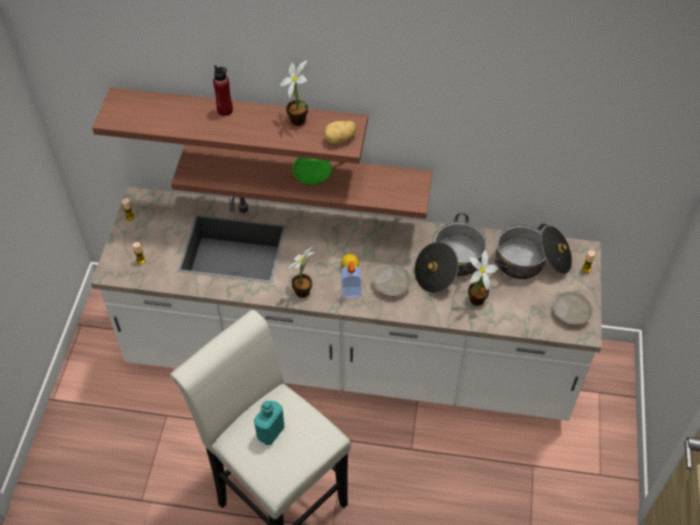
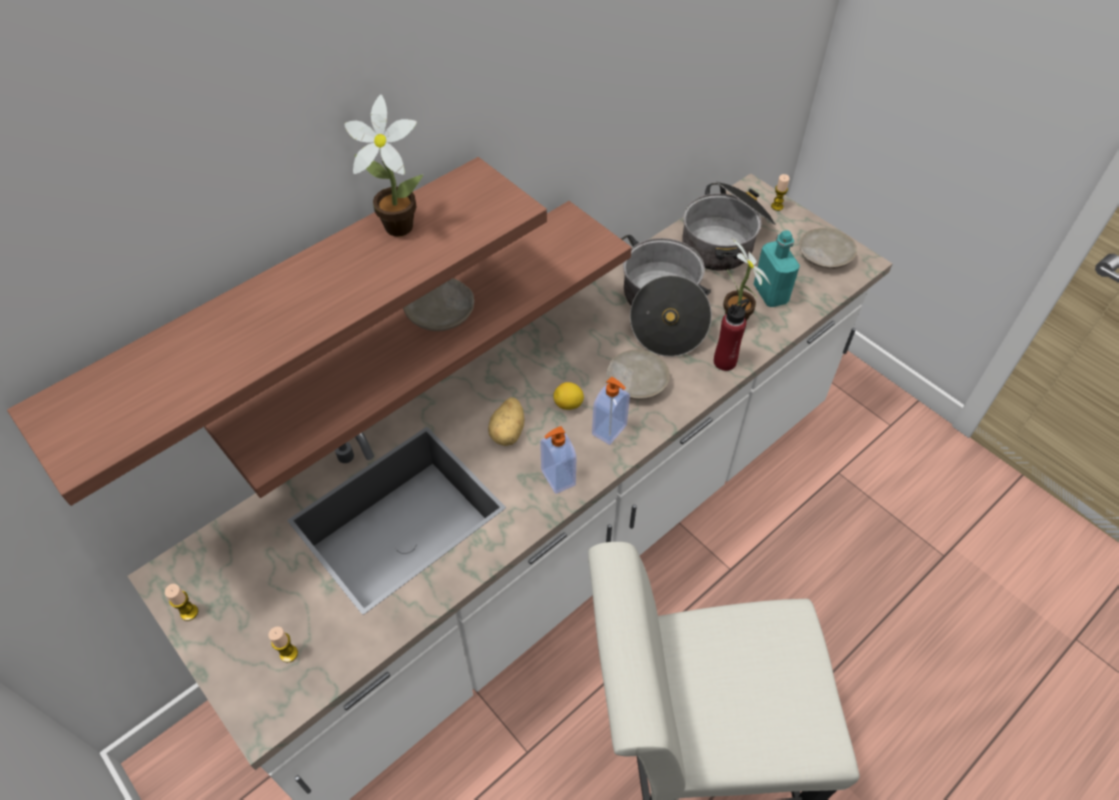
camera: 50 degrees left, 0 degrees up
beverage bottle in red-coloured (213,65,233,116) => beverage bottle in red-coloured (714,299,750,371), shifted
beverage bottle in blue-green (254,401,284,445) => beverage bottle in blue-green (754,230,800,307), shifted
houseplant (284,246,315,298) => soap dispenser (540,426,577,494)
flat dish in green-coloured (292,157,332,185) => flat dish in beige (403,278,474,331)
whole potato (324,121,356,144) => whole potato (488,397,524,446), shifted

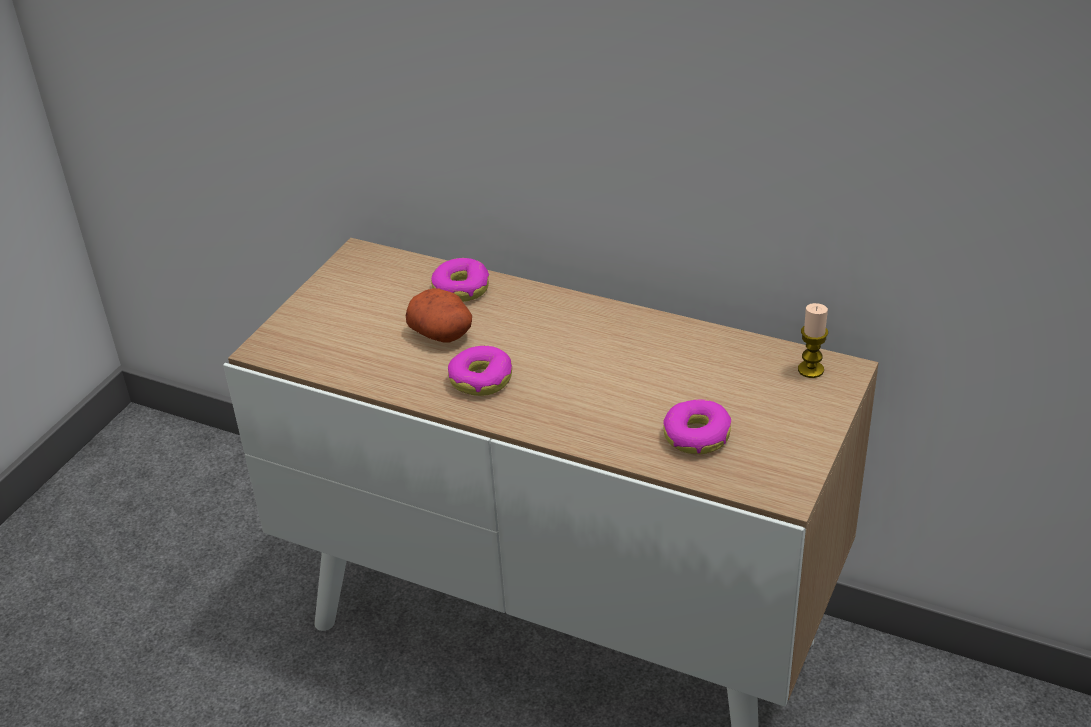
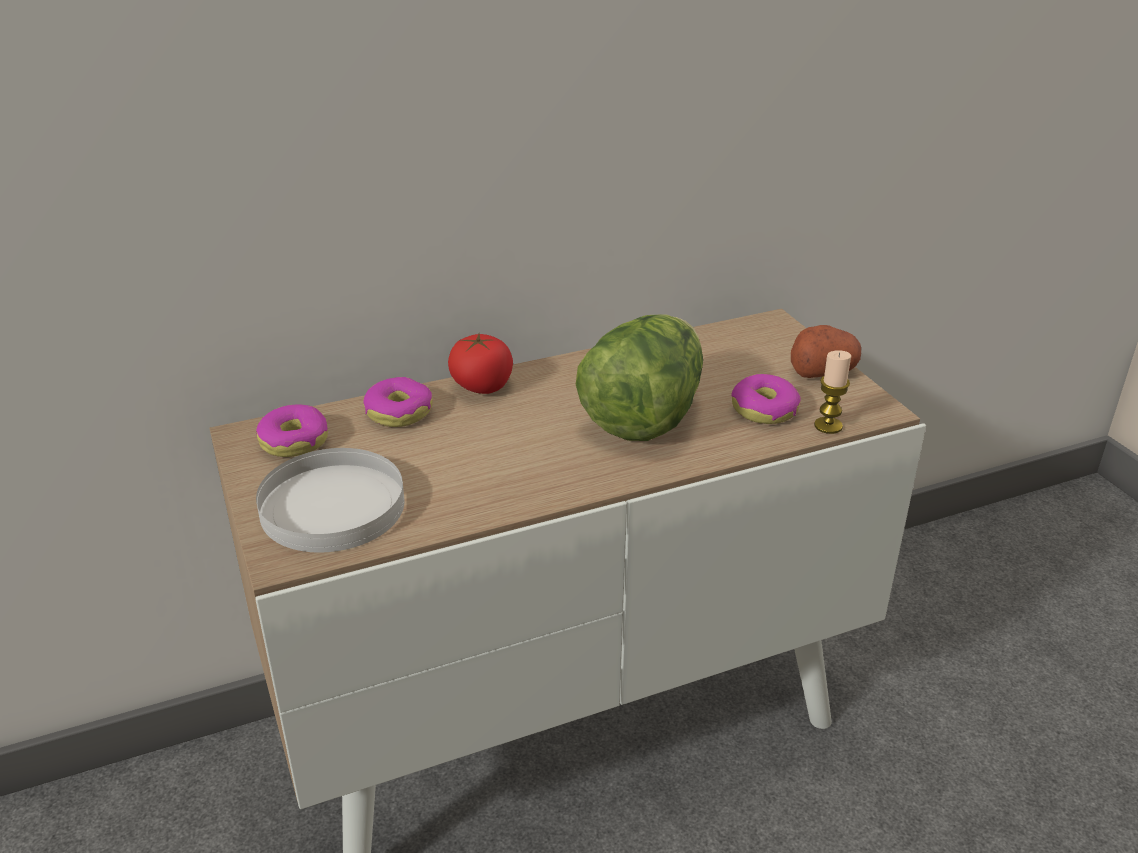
camera: 50 degrees left, 5 degrees down
whole potato (406,288,472,342) => whole potato (791,325,861,378), shifted
donut (448,346,512,396) => donut (256,404,328,457), shifted
candle (798,303,828,378) => candle (814,350,851,434), shifted
nothing => flat dish in whitish (256,448,404,552)
nothing => fresh tomato (448,333,513,394)
nothing => lettuce head (576,314,703,441)

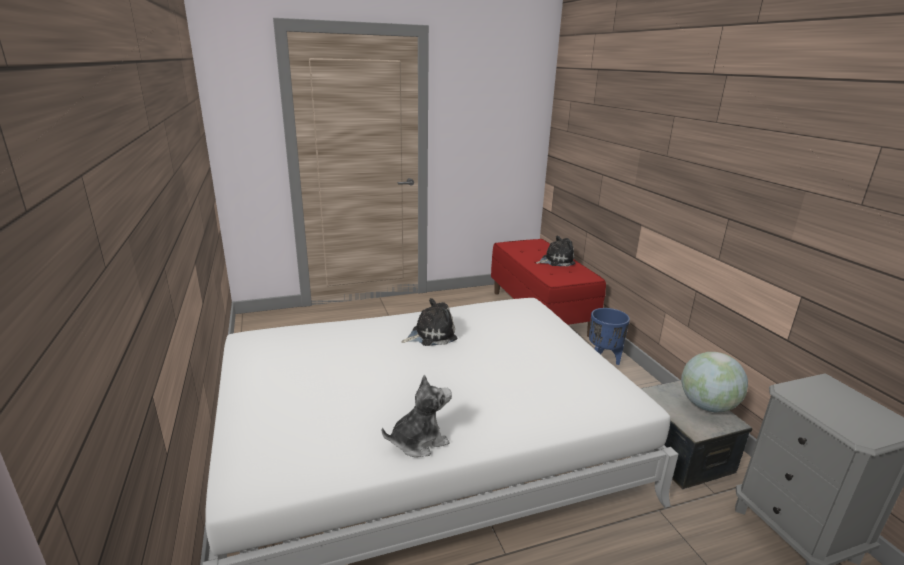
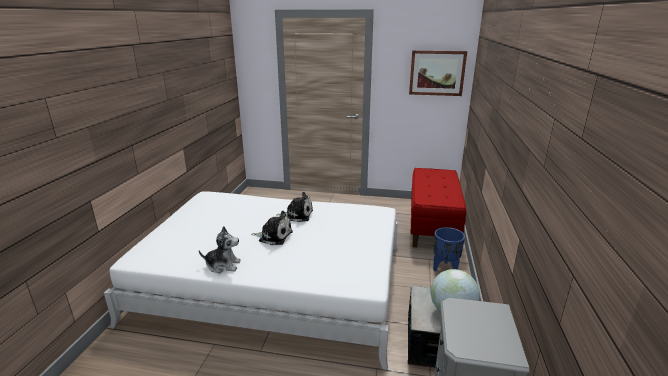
camera: 30 degrees right, 0 degrees up
cuddly toy (536,236,576,267) => cuddly toy (251,211,293,245), shifted
nothing => wall picture (409,50,467,96)

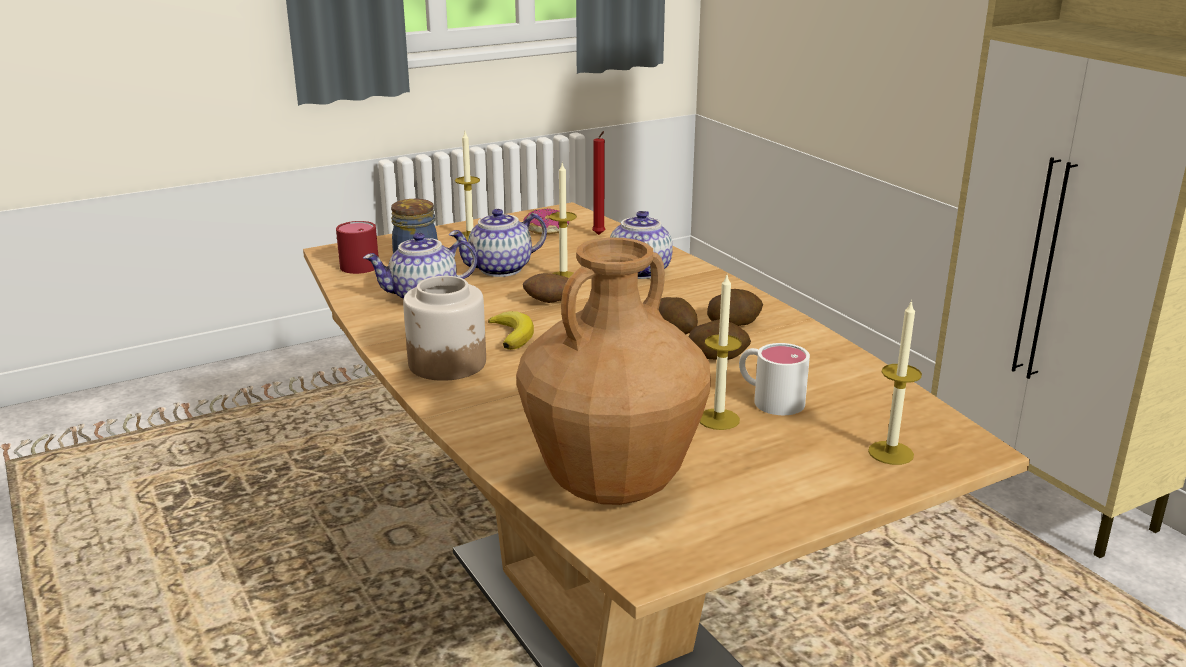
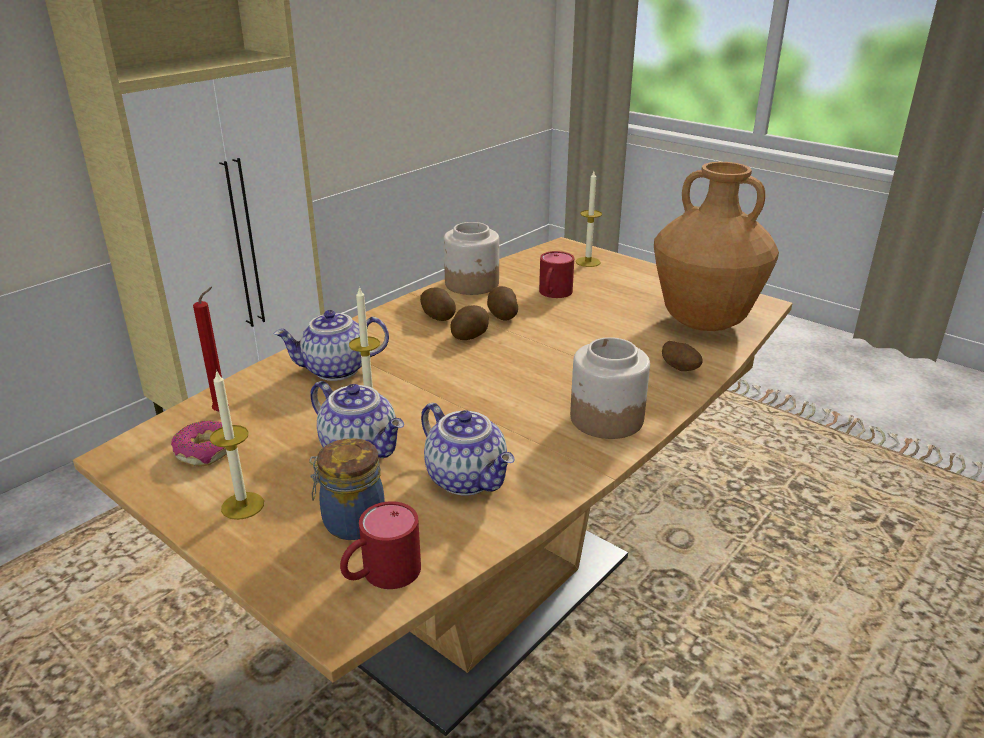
camera: 110 degrees left, 5 degrees up
banana fruit (488,311,534,350) => nothing
whole potato (523,273,569,303) => whole potato (662,341,703,371), shifted
candle (700,275,741,430) => nothing
tea mug in whitish (739,343,810,415) => tea mug in red-coloured (539,251,574,298)
nothing => preserve jar (444,222,499,295)

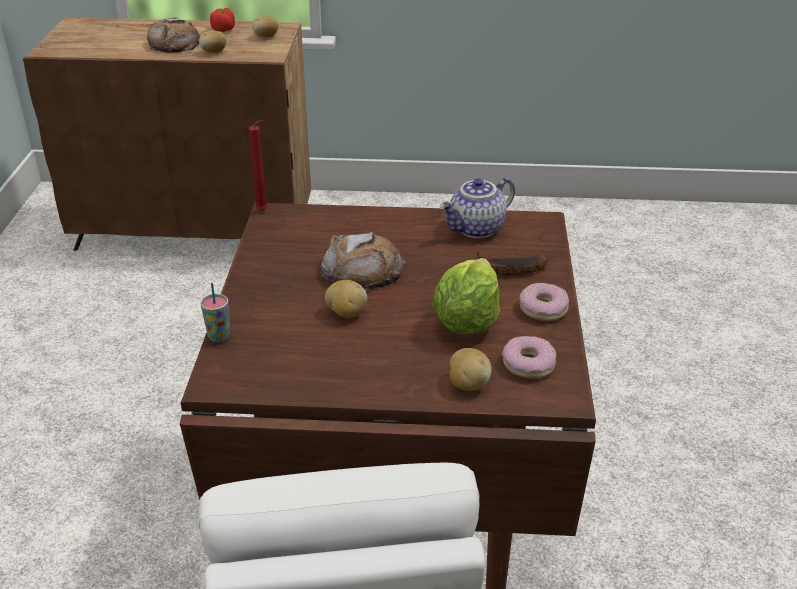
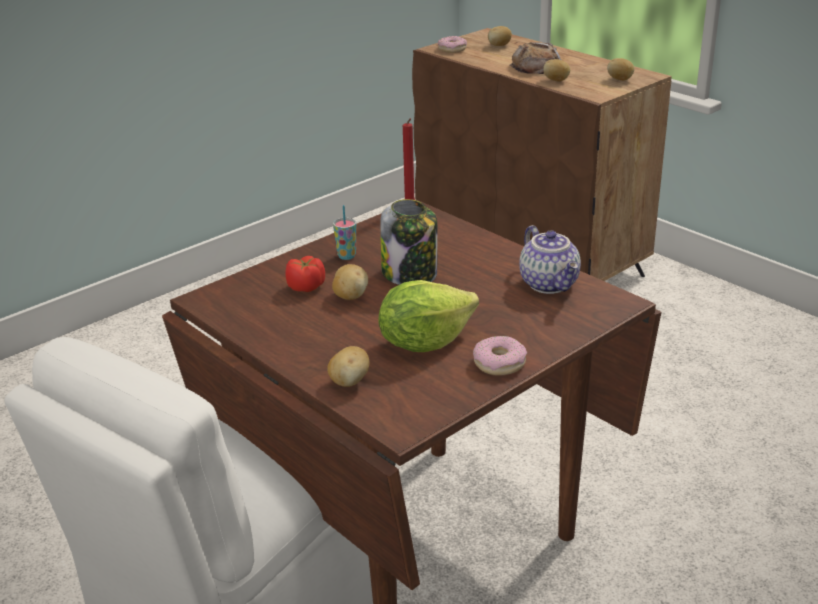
camera: 45 degrees right, 5 degrees down
drinking cup (201,283,230,343) => drinking cup (333,205,356,260), shifted
fresh tomato (210,8,235,32) => fresh tomato (286,256,325,292), shifted
bread (320,232,406,292) => preserve jar (380,199,438,285)
pot for tea (440,178,515,238) => pot for tea (519,225,581,294), 120 degrees counterclockwise
banana fruit (477,251,549,275) => nothing
donut (502,336,556,379) => donut (438,36,467,53), shifted
nothing => whole potato (488,26,512,46)

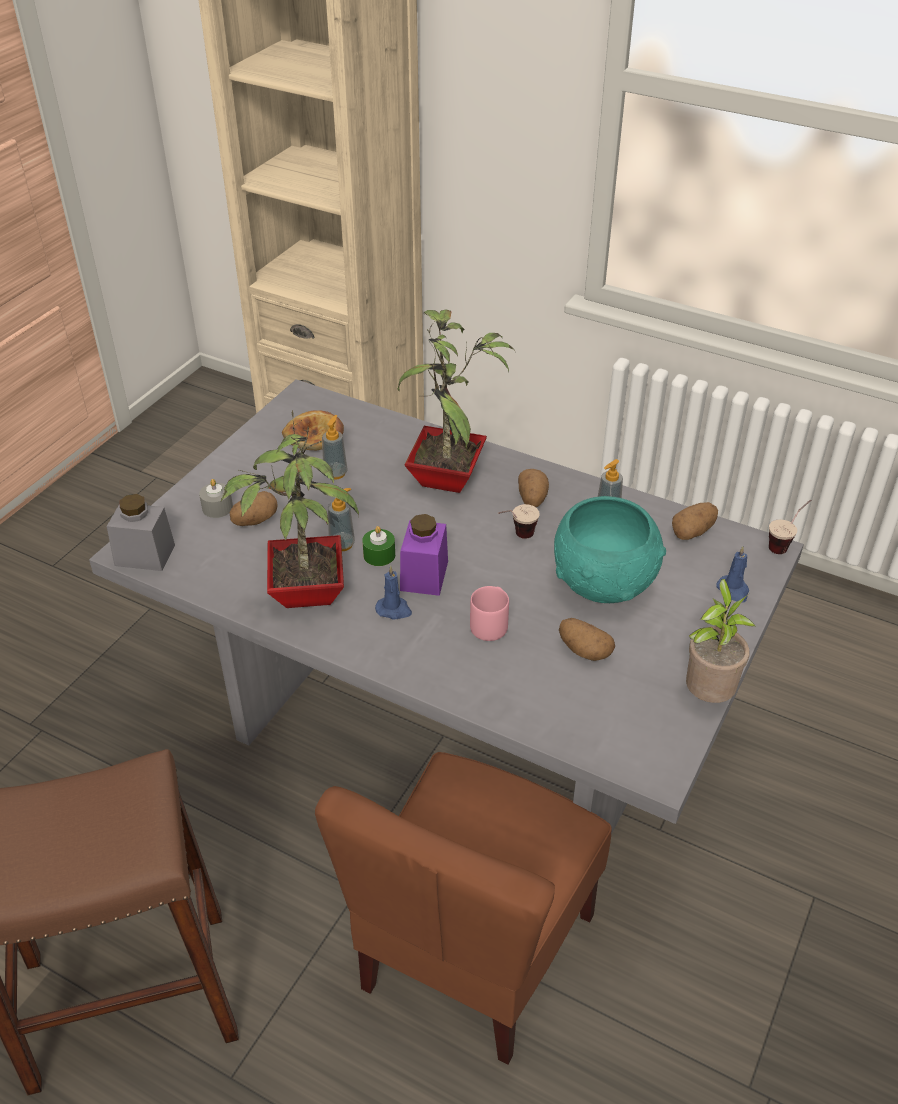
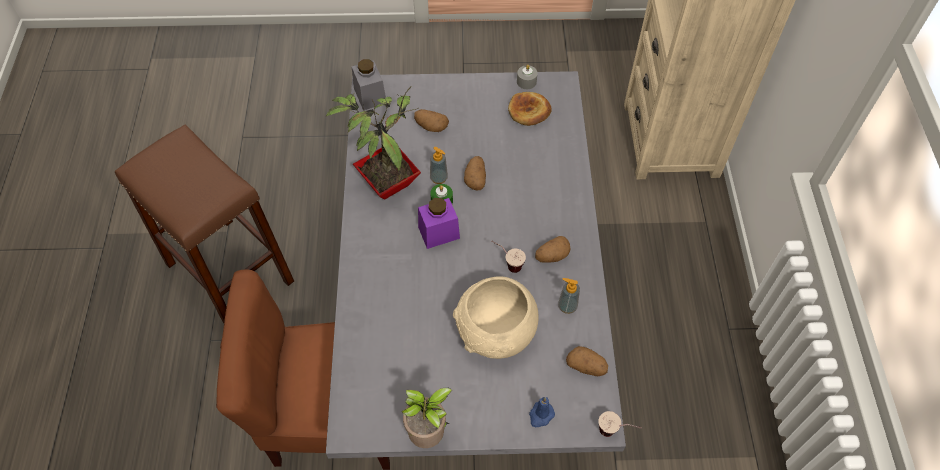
camera: 60 degrees right, 15 degrees up
candle in gray (199,479,233,518) => candle in gray (517,65,538,89), shifted
soap dispenser (322,415,348,480) => nothing
candle in blue (375,566,412,620) => nothing
houseplant (398,309,515,493) => nothing
tea mug in pink-coloured (470,586,509,641) => nothing
serving bowl in blue-green (554,496,666,603) => serving bowl in beige (453,276,539,359)
whole potato (559,618,615,661) => whole potato (464,156,486,191), shifted

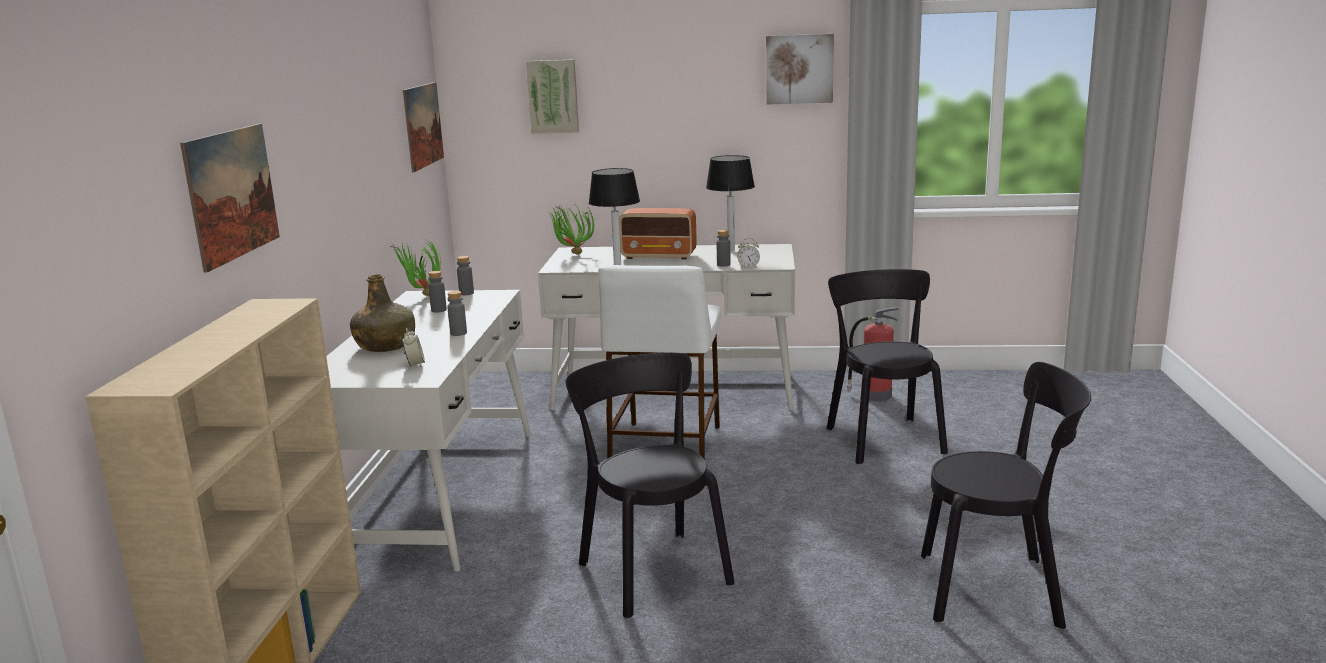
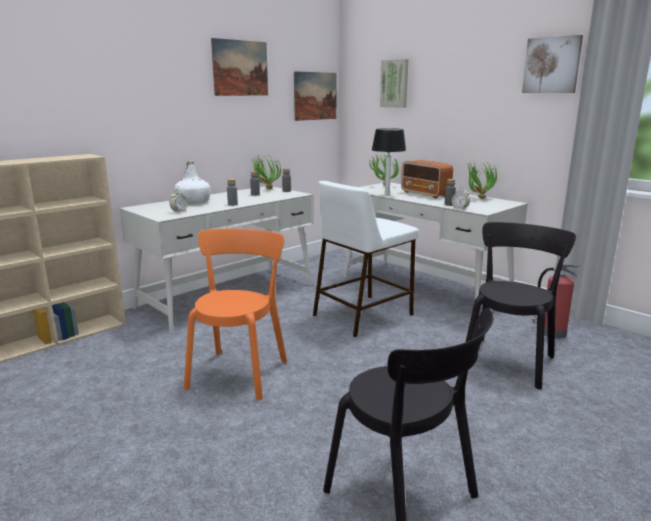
camera: 40 degrees right, 0 degrees up
wall picture (180,124,280,273) => wall picture (211,38,268,96), shifted
beverage bottle in green-coloured (350,274,415,352) => beverage bottle in whitish (174,161,211,204)
chair in black (566,353,735,618) => chair in orange (184,229,287,400)
tabletop lamp (706,155,755,251) => houseplant (467,161,497,199)

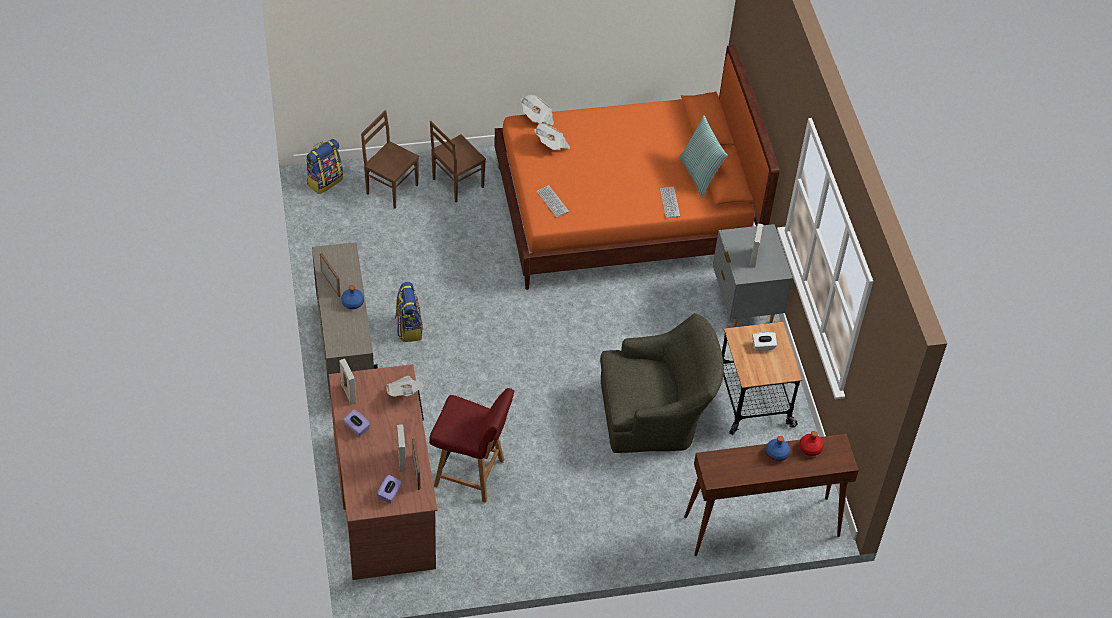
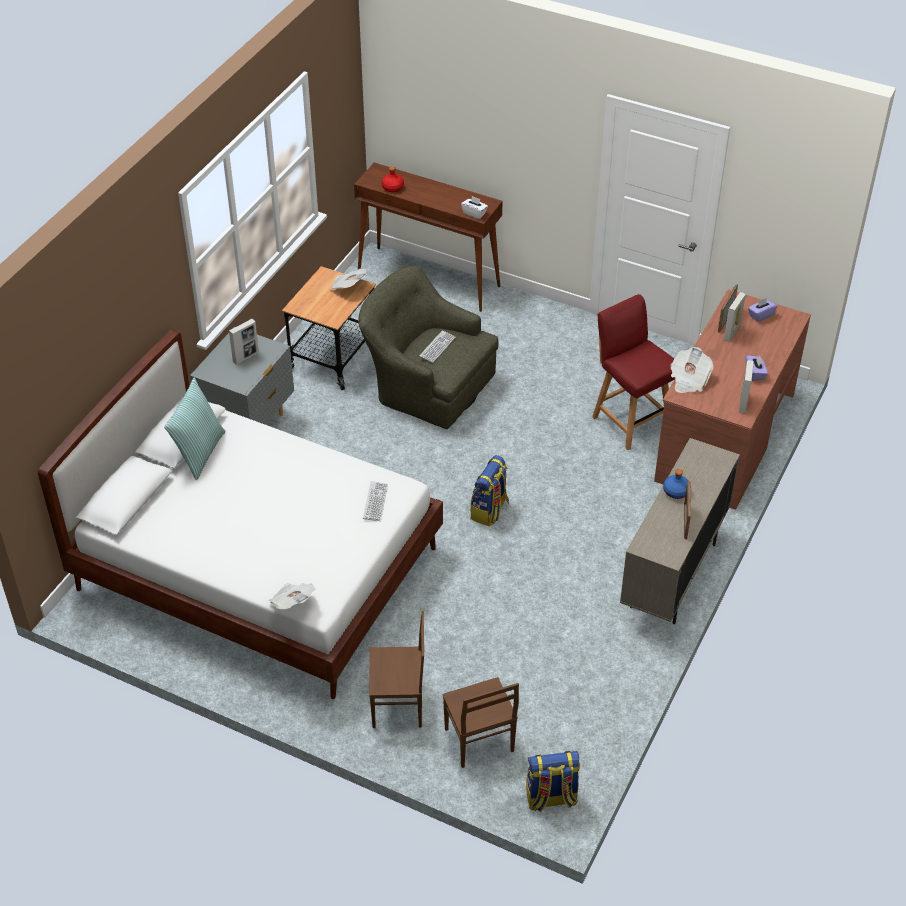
camera: 140 degrees left, 5 degrees down
backpack (395,282,423,342) => backpack (470,455,509,526), shifted
bedroom bed in orange (494,45,780,290) => bedroom bed in whitish (38,330,443,699)
newspaper (534,123,570,151) => newspaper (330,269,367,289), shifted
keyboard (660,187,680,218) => keyboard (419,330,455,363), shifted
tissue holder in whitish (752,332,777,351) => tissue holder in whitish (461,196,488,219), shifted
beverage bottle in blue (766,436,790,461) => nothing

